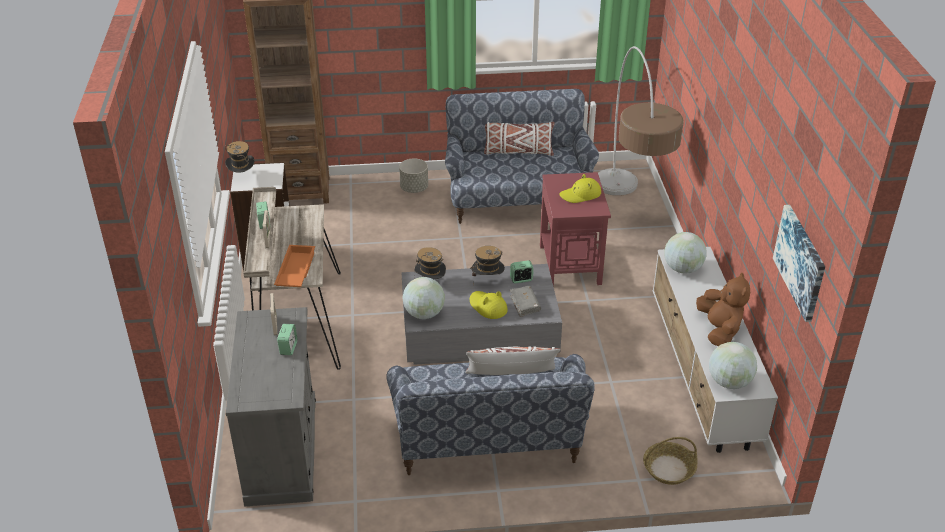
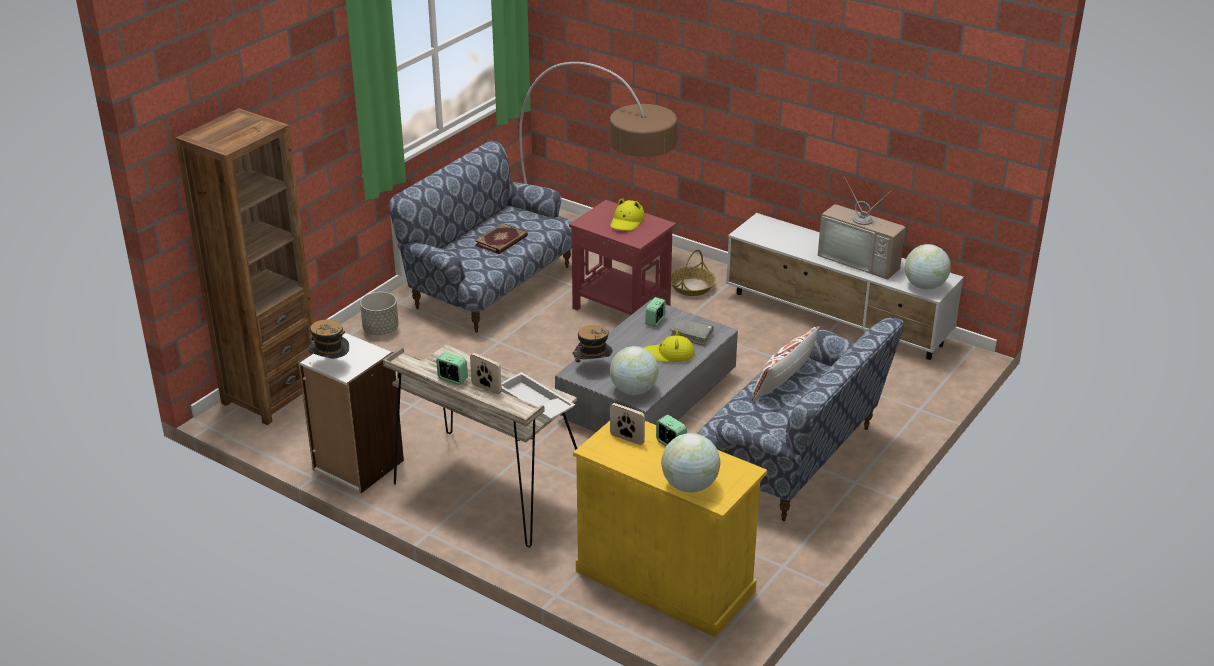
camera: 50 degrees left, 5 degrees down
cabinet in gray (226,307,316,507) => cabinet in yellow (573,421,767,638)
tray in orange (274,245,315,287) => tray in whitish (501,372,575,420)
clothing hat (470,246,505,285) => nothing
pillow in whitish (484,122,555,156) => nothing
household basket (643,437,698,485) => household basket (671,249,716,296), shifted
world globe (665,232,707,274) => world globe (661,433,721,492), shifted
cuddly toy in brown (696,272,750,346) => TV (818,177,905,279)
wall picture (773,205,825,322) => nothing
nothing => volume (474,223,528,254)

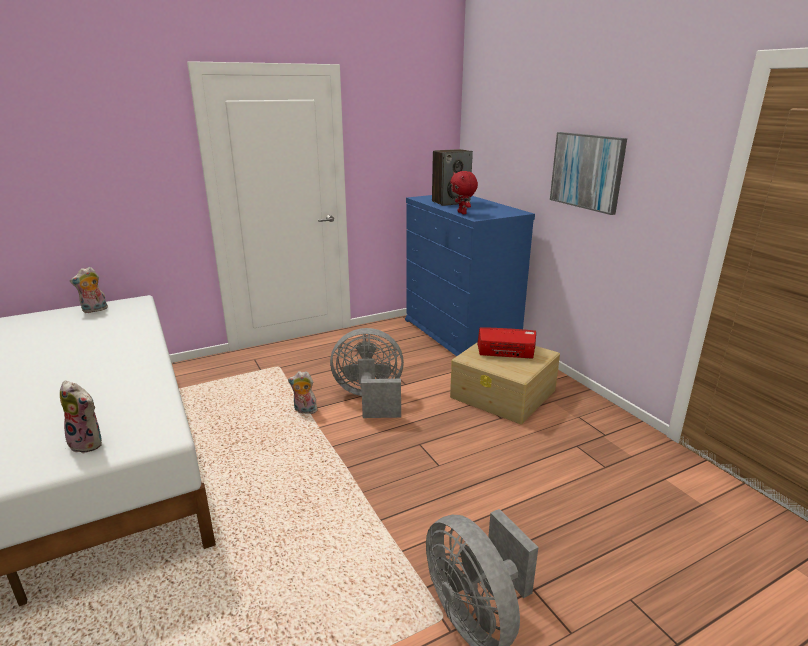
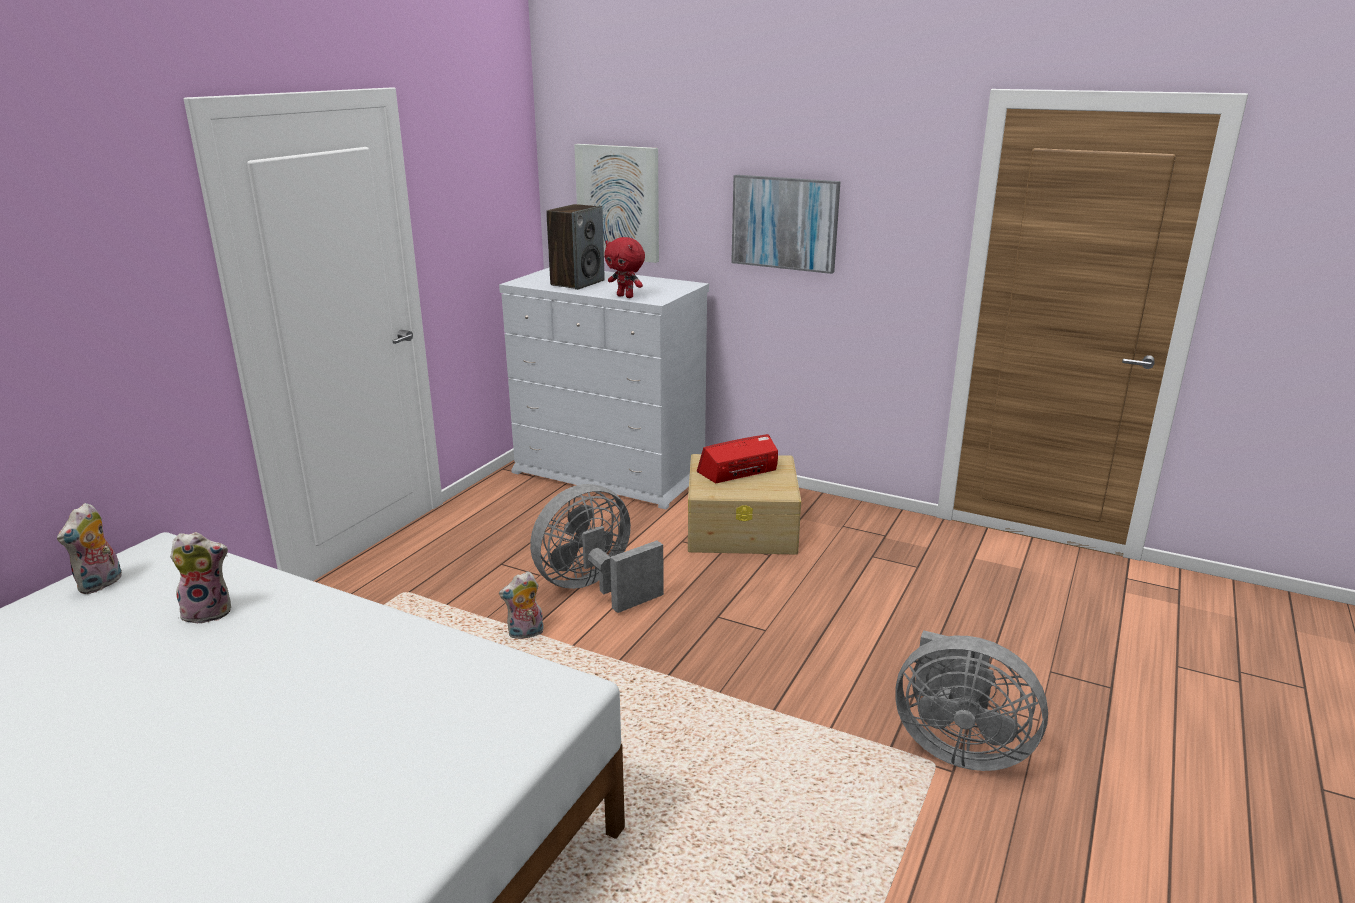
camera: 35 degrees left, 0 degrees up
cuddly toy (60,380,102,453) => cuddly toy (170,532,231,624), shifted
chest of drawers in blue (405,195,535,356) => chest of drawers in whitish (499,268,709,510)
nothing => wall picture (574,144,659,263)

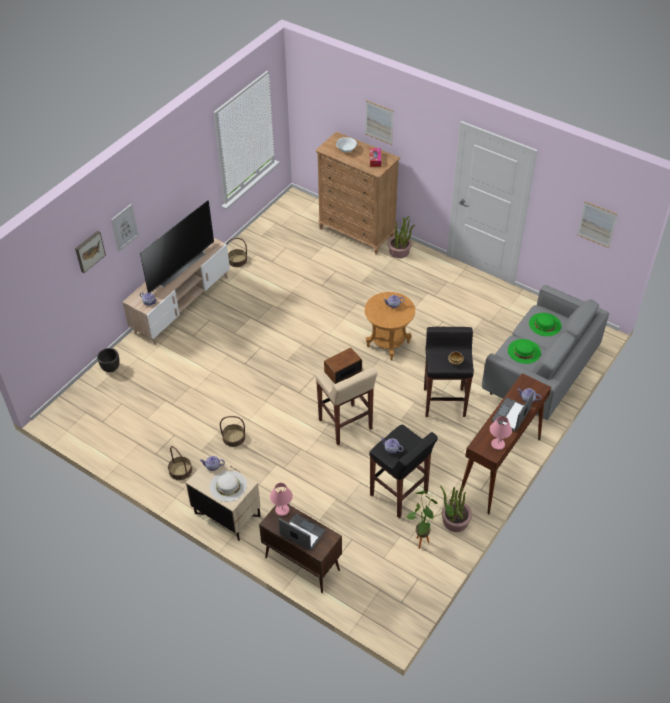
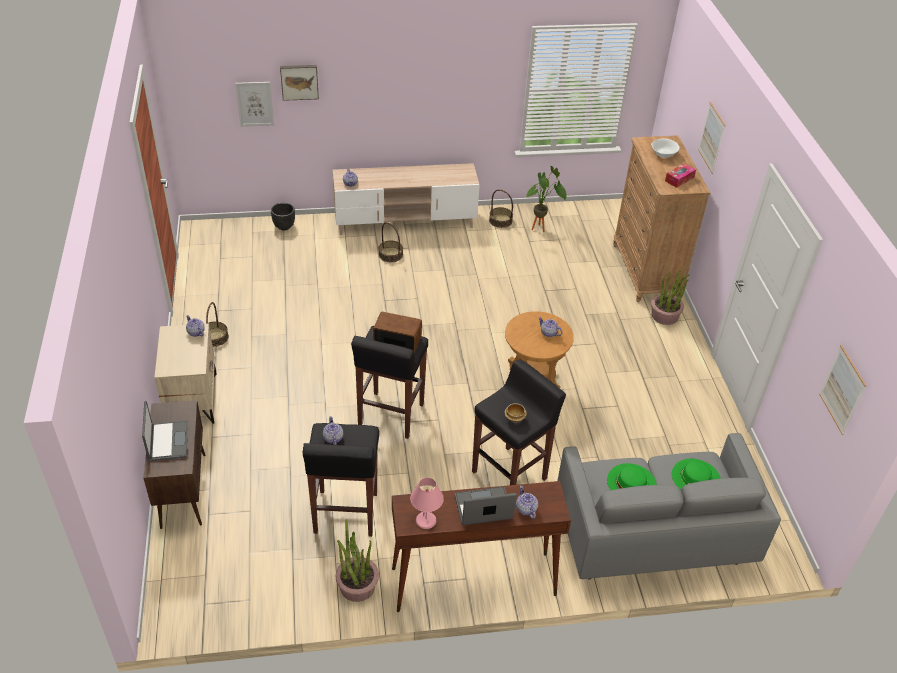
camera: 45 degrees right, 5 degrees down
wall picture (111,204,139,251) => wall picture (235,82,274,127), shifted
TV (140,200,214,293) => nothing
clothing hat in whitish (210,471,247,502) => nothing
household basket (220,416,245,447) => household basket (378,222,403,262), shifted
tabletop lamp in pink-coloured (270,483,293,516) => nothing
stool seat in beige (316,367,377,445) => stool seat in black (351,326,428,439)
houseplant (406,491,454,549) => houseplant (526,166,567,232), shifted

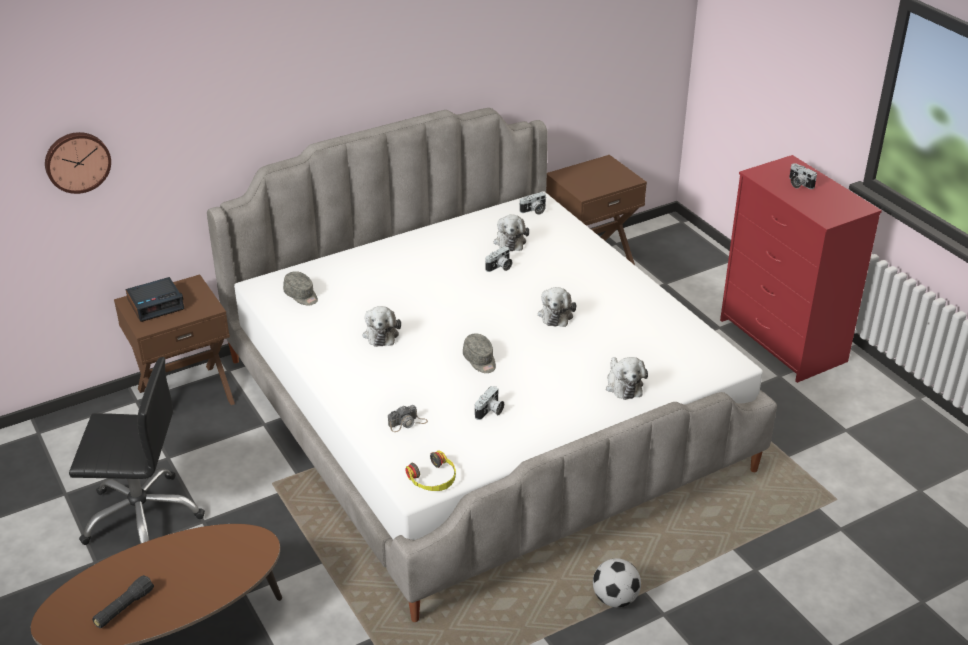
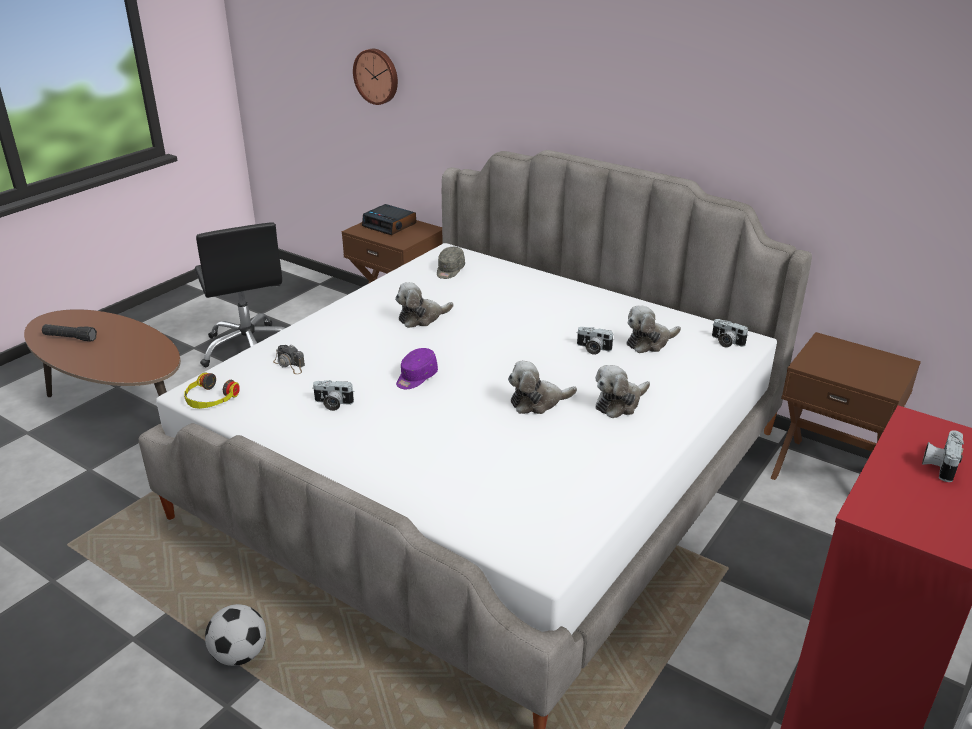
camera: 65 degrees right, 5 degrees down
cap in gray (463,333,496,373) => cap in purplish (396,348,438,389)
cuddly toy (606,357,648,400) => cuddly toy (596,365,650,418), shifted

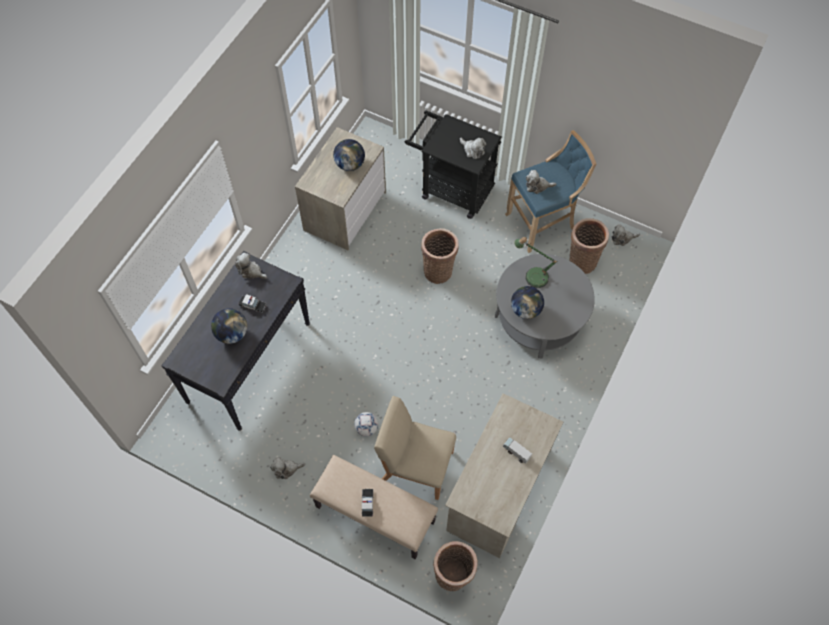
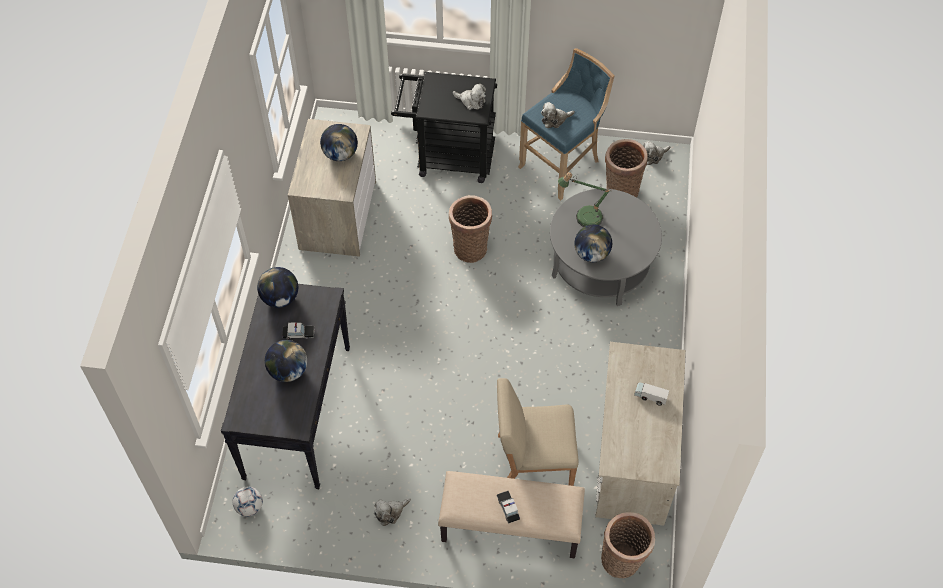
camera: 20 degrees left, 5 degrees down
cuddly toy (235,253,267,279) => world globe (257,267,298,308)
football (354,412,378,436) => football (233,487,263,517), shifted

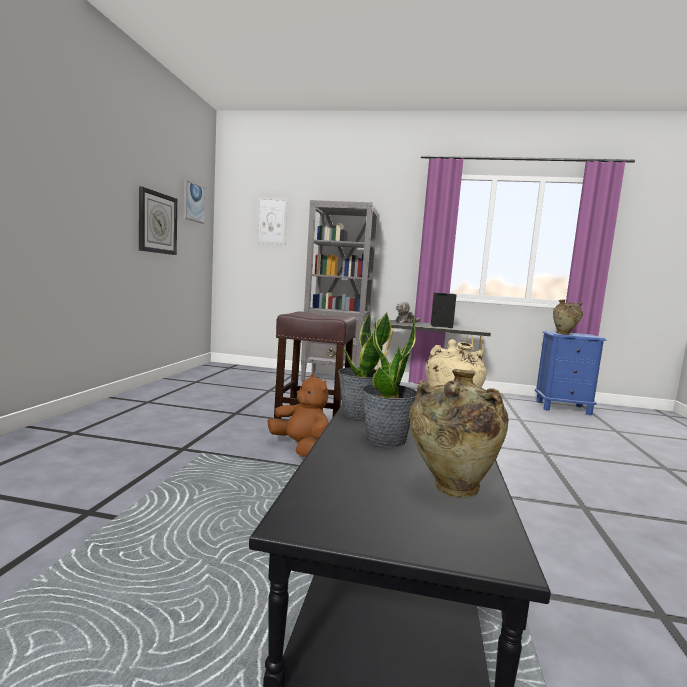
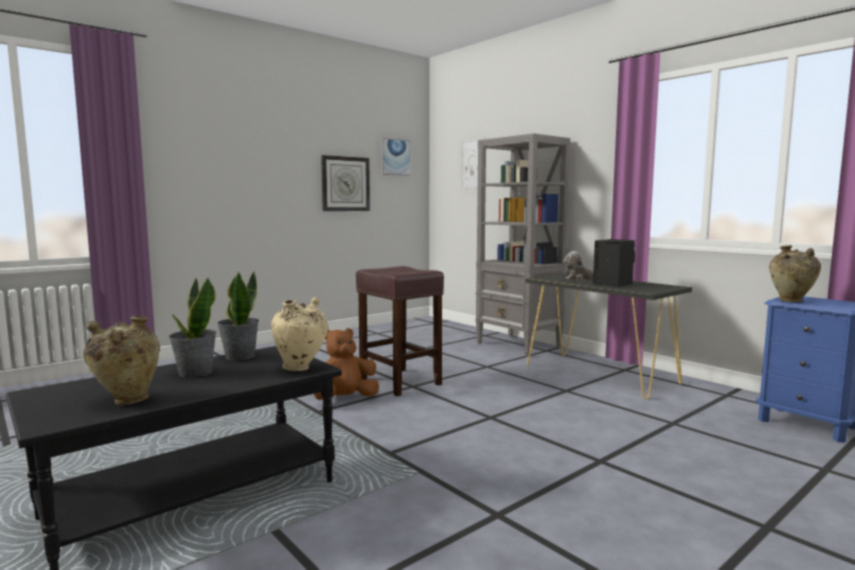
camera: 40 degrees right, 0 degrees up
cuddly toy in brown (267,374,329,457) => cuddly toy in brown (314,328,379,400), 120 degrees counterclockwise

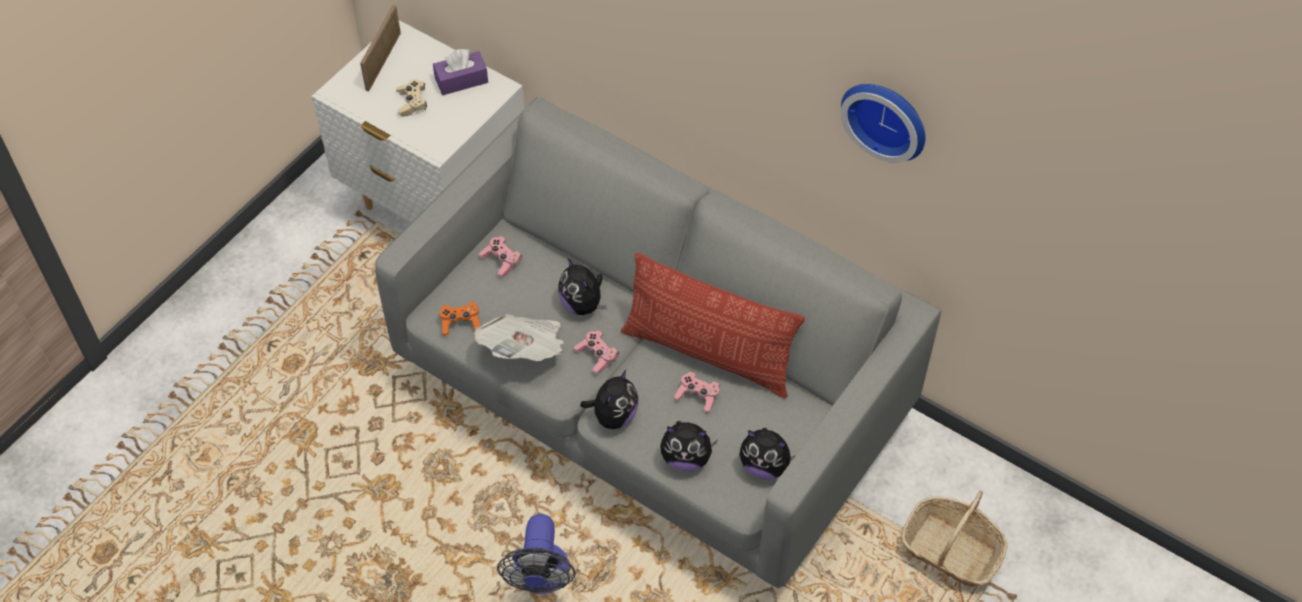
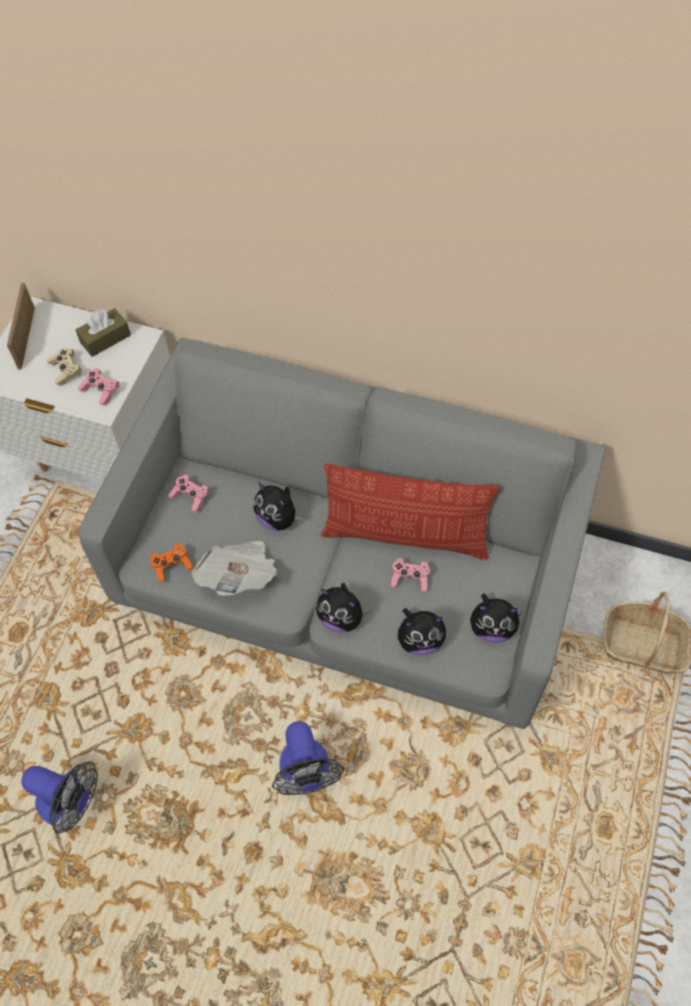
camera: 15 degrees left, 5 degrees up
tissue holder in purplish (433,49,488,95) => tissue holder in brown (76,308,131,357)
gamepad in pink-coloured (574,330,619,374) => gamepad in pink-coloured (78,368,119,406), shifted
cuddly toy (580,370,638,429) => cuddly toy (316,583,371,632), 105 degrees clockwise
wall clock (841,84,926,163) => nothing
nothing => cooling fan (21,761,98,834)

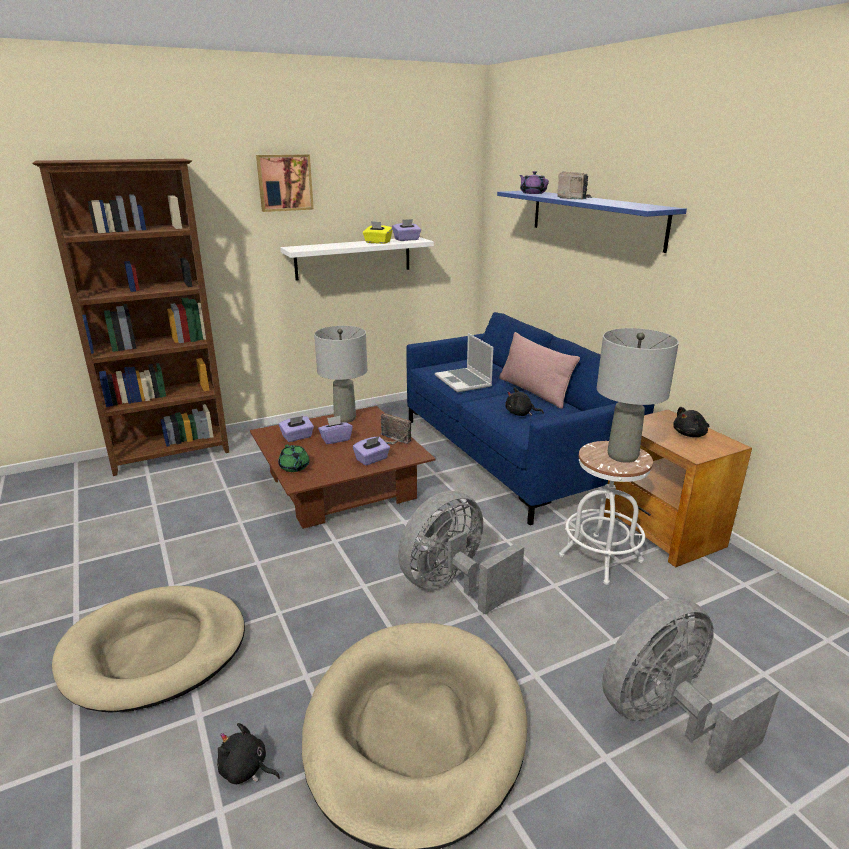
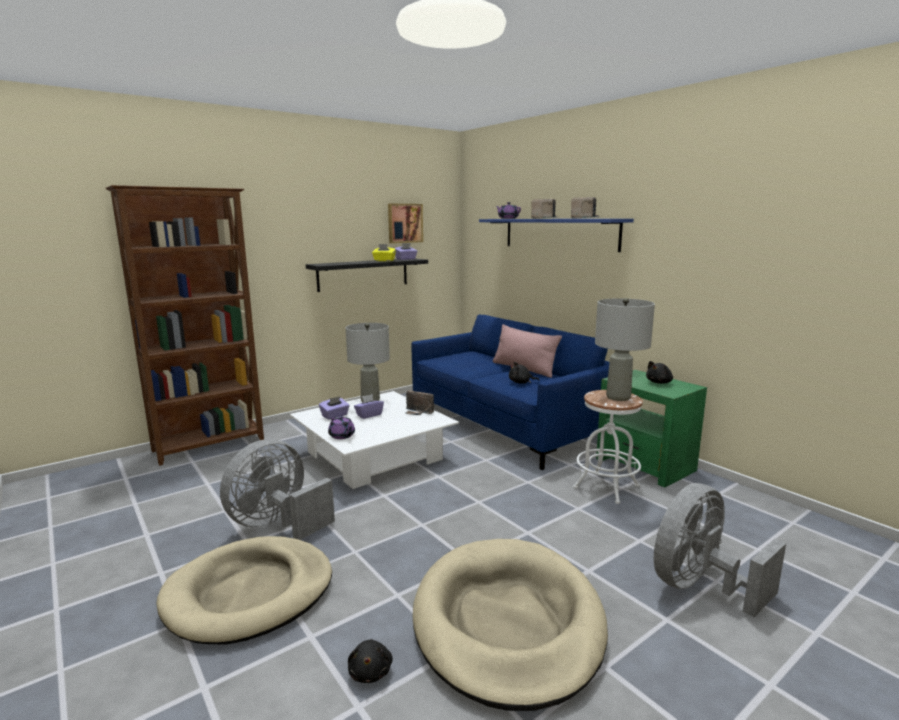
camera: 10 degrees left, 10 degrees down
cuddly toy in black (217,723,280,784) => cuddly toy in black (348,639,393,683), 105 degrees counterclockwise
lounge table in brown (250,406,436,529) => lounge table in whitish (290,391,459,489)
wall picture (256,154,314,212) => wall picture (388,204,423,243), shifted
pot for tea in green-coloured (278,444,309,472) => pot for tea in purplish (328,416,355,439)
bracket shelf in whitish (280,237,434,281) => bracket shelf in black (306,258,428,292)
tissue holder in purplish (353,437,390,466) => nothing
cooling fan in gray (398,491,524,614) => cooling fan in gray (220,439,335,540), shifted
laptop (435,333,493,392) => nothing
accent table in brown (604,409,752,567) => accent table in green-coloured (596,370,707,488)
nothing => radio (571,197,601,219)

